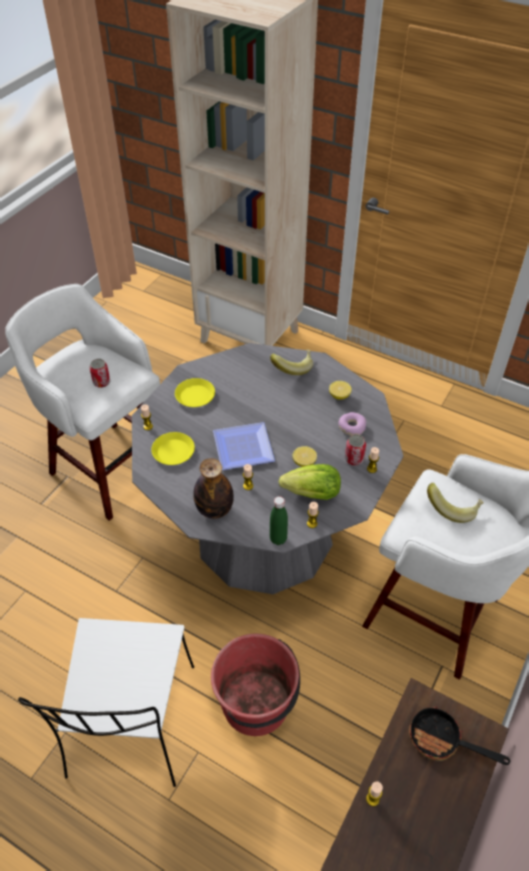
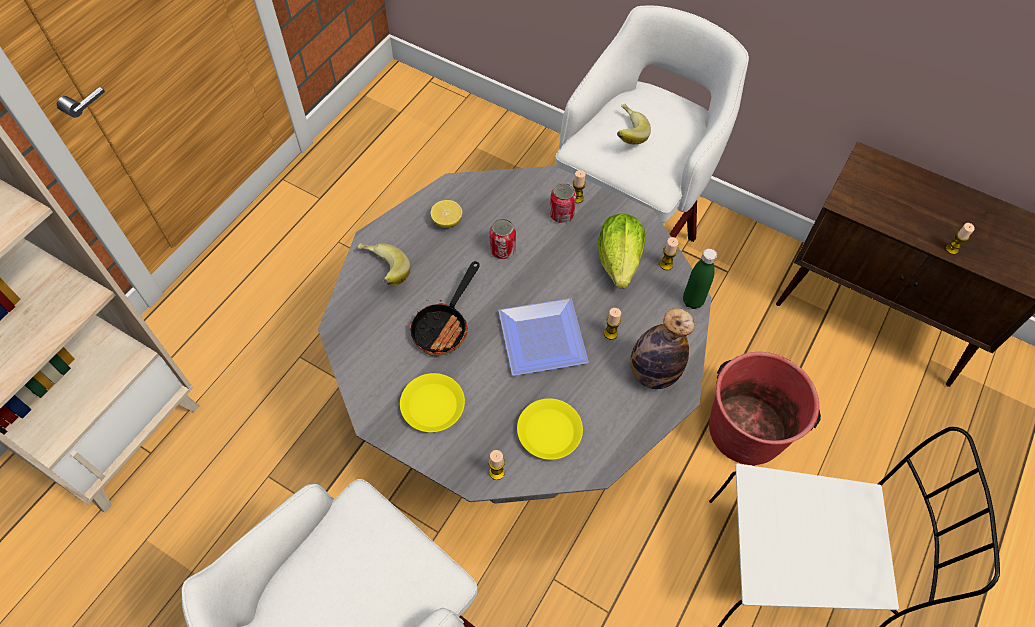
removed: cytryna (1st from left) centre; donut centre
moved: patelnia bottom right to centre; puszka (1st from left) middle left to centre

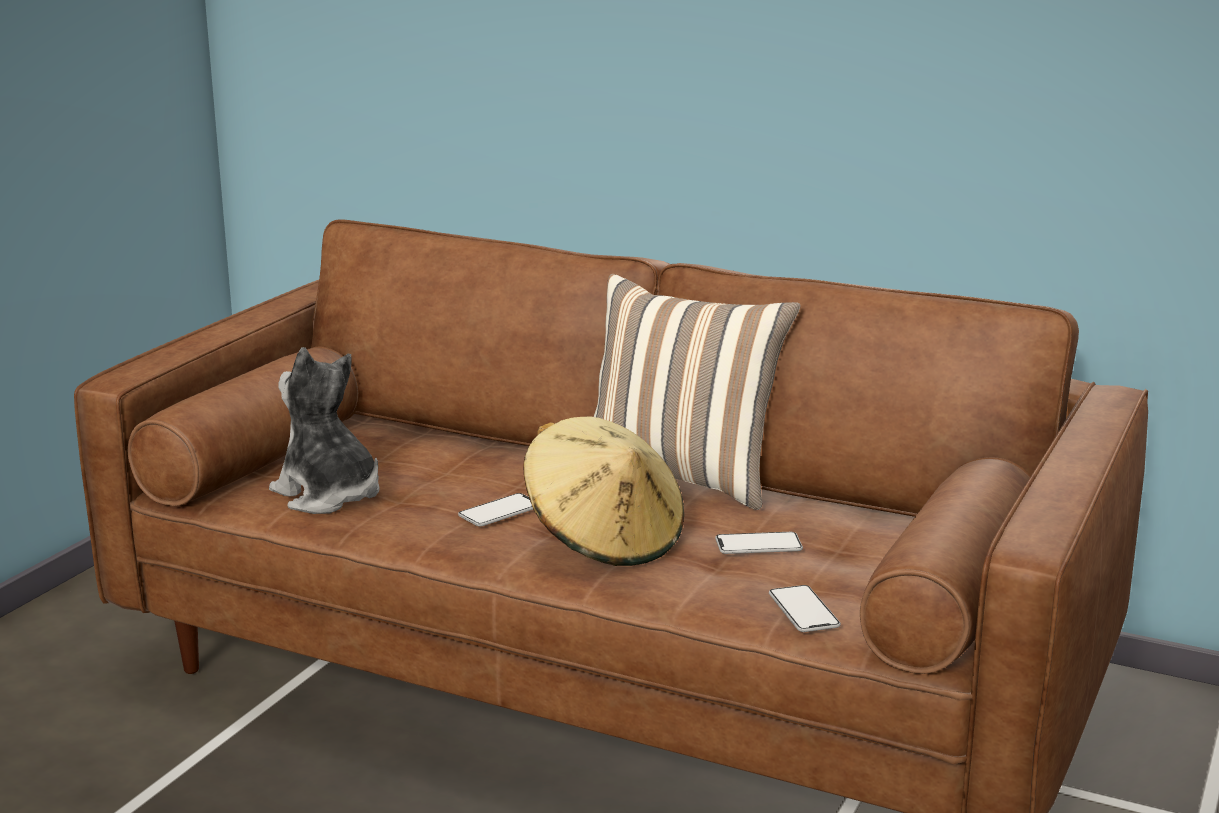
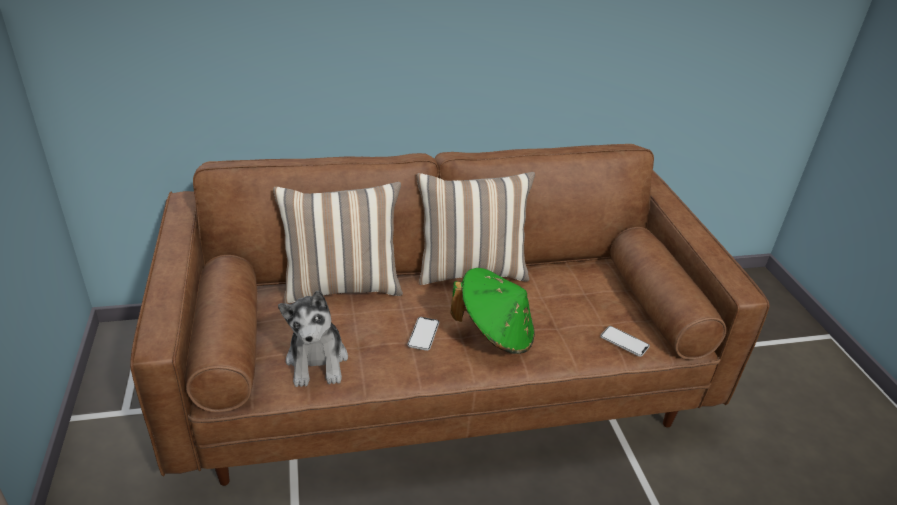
removed: telefon (2nd from left) bottom centre
added: poduszka (1st from left) centre
recoloured: kapelusz [beżowy] centre to kapelusz [zielony] centre
turned: pluszak middle left = bottom centre 105 degrees counterclockwise

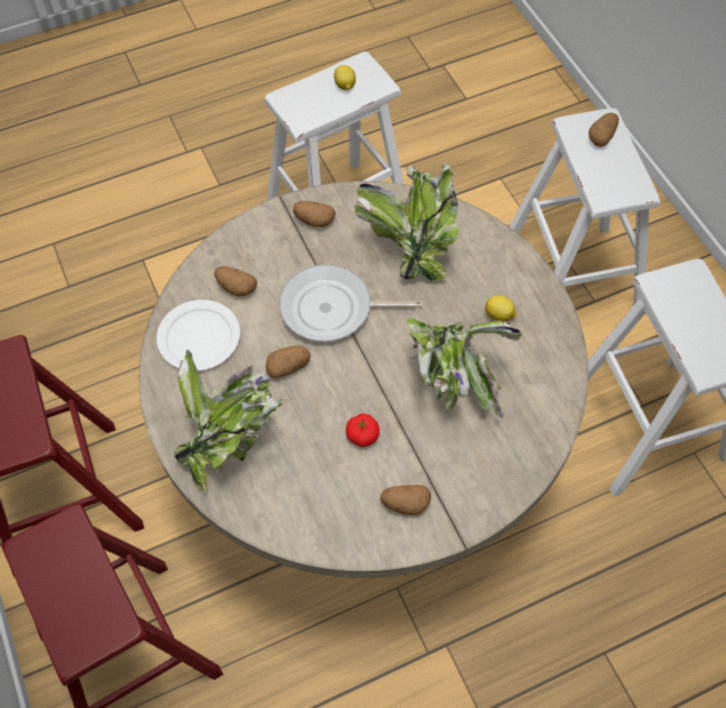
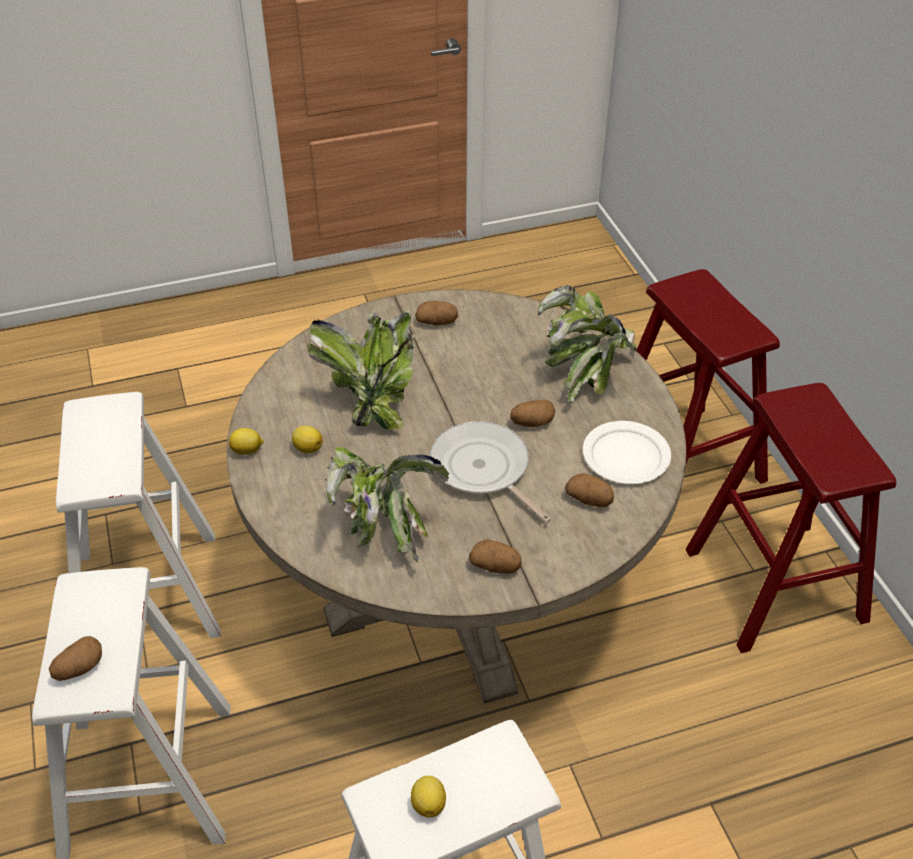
removed: pomidor centre
added: cytryna (1st from left) middle left
turned: patelnia centre = centre 135 degrees counterclockwise

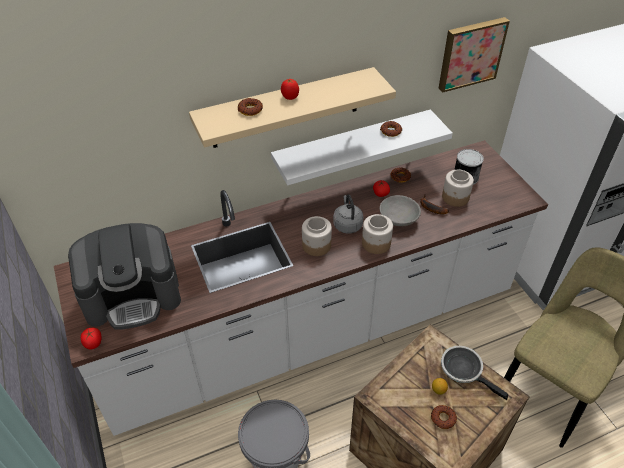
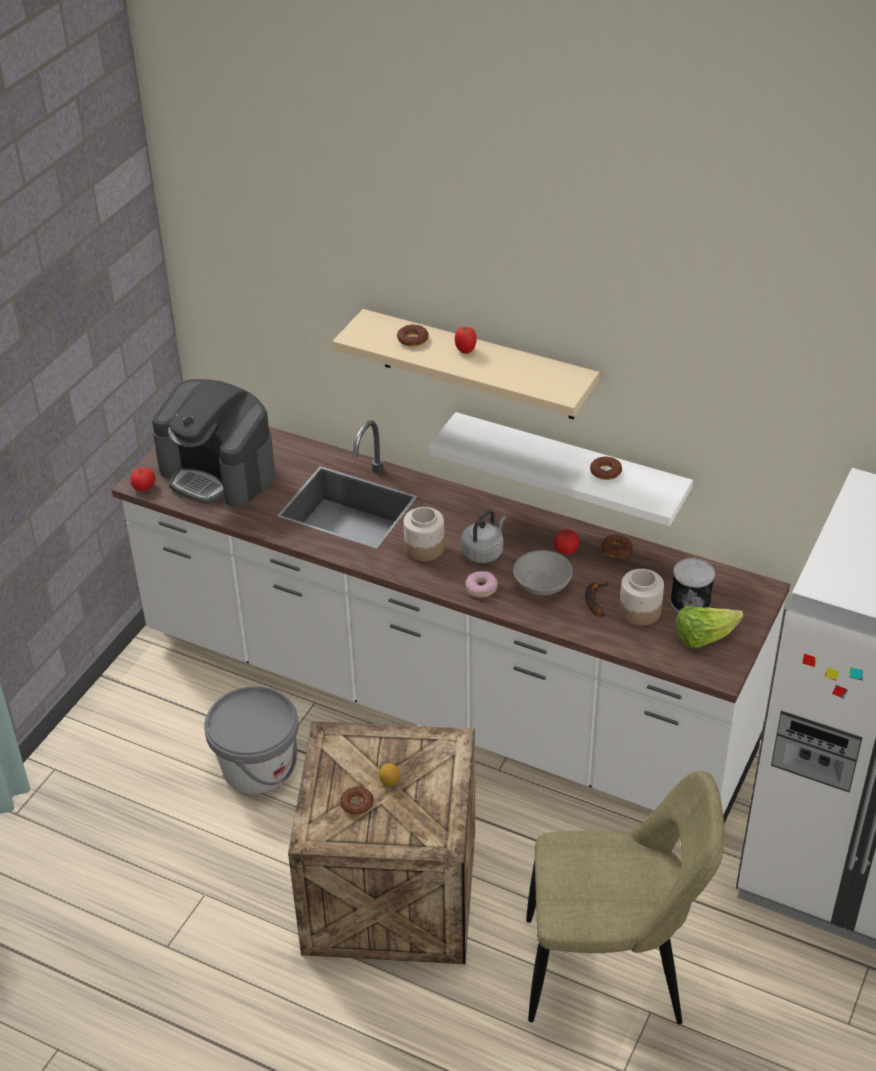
removed: obraz top right; patelnia bottom right
added: sałata middle right
replaced: słoik (2nd from left) centre to donut (3rd from left) centre

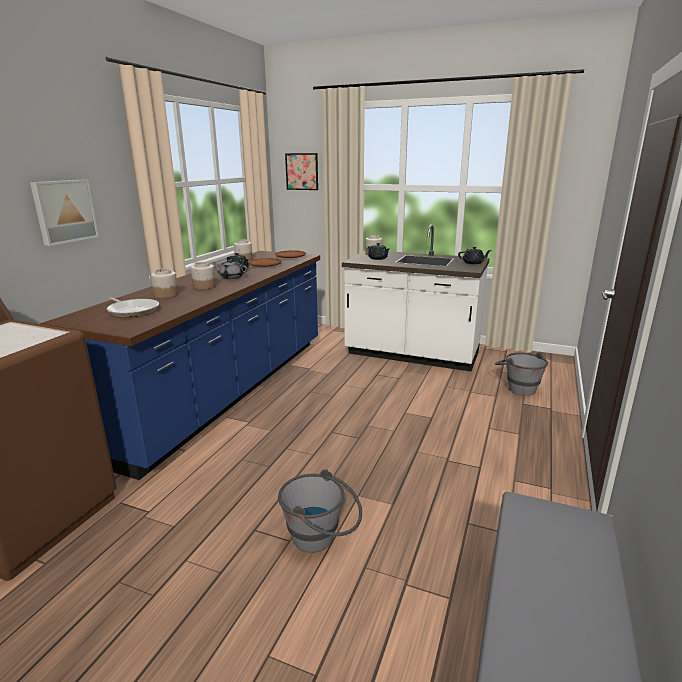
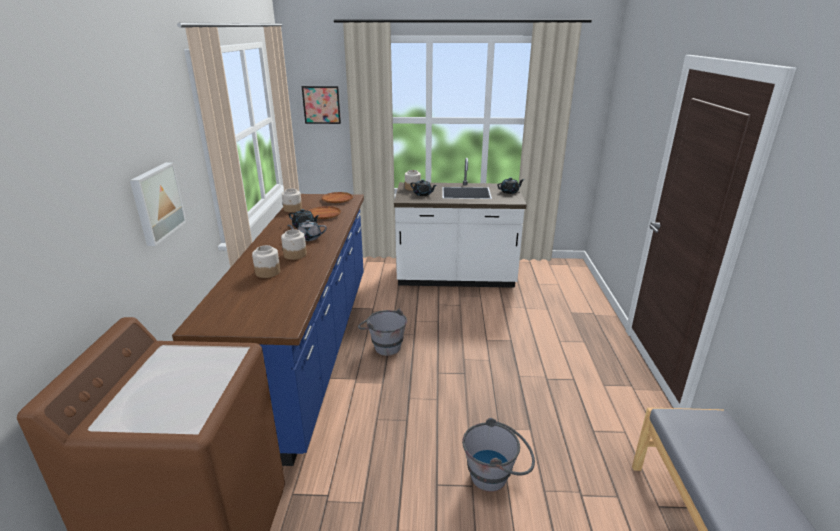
removed: patelnia middle left
moved: wiadro [szary] (2nd from left in the first image) middle right to wiadro [szary] (1st from left) centre

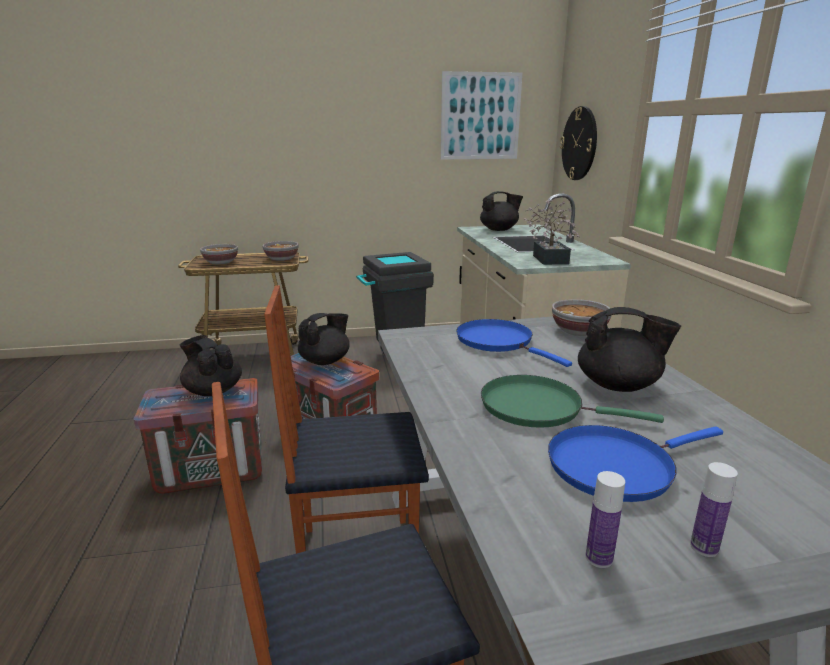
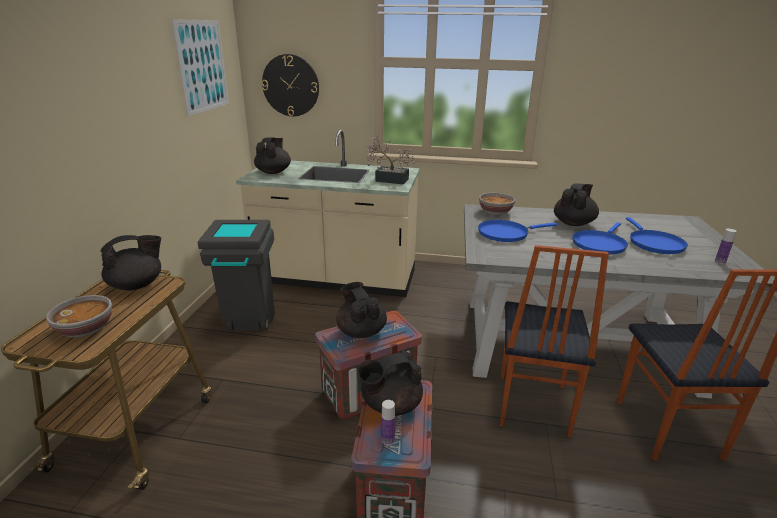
moved: butelka (2nd from left in the first image) bottom right to butelka (1st from left) bottom centre
replaced: miska (2nd from left) centre to imbryk [czarny] (1st from left) middle left
recoloured: patelnia [zielony] middle right to patelnia [niebieski] (2nd from left) middle right

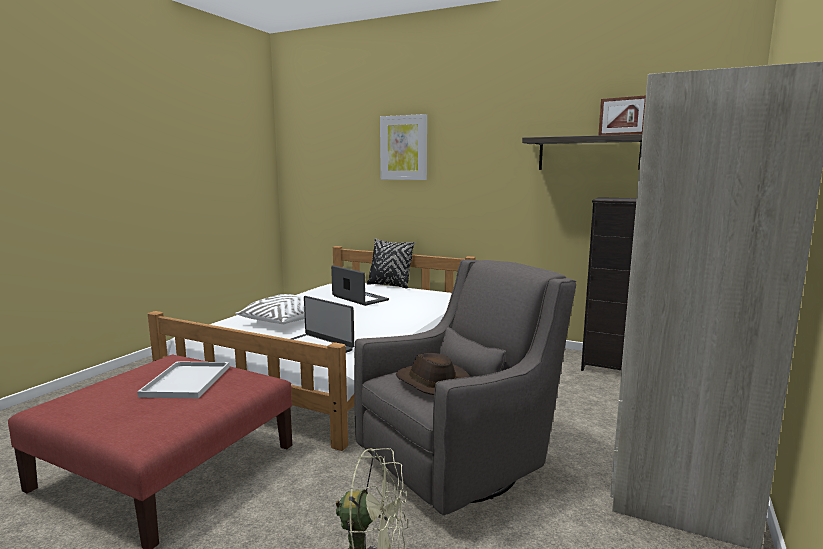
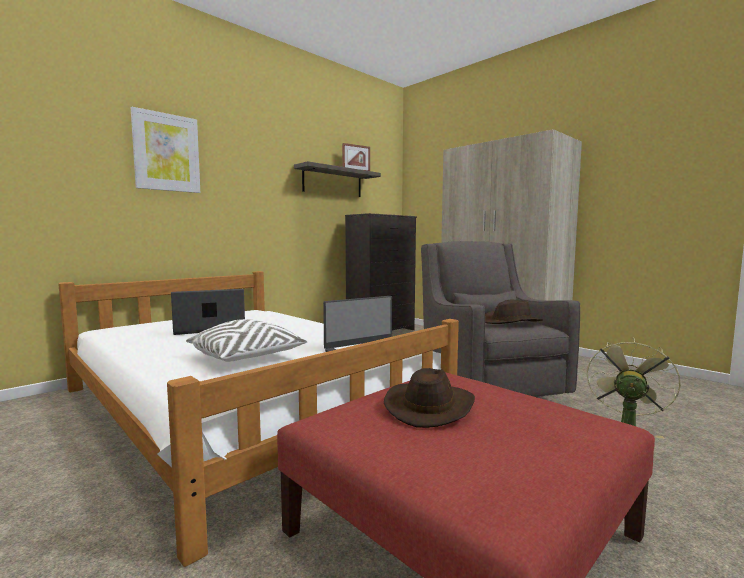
removed: poduszka [czarny] centre
replaced: taca [biały] bottom left to kapelusz [brązowy] (1st from left) bottom centre

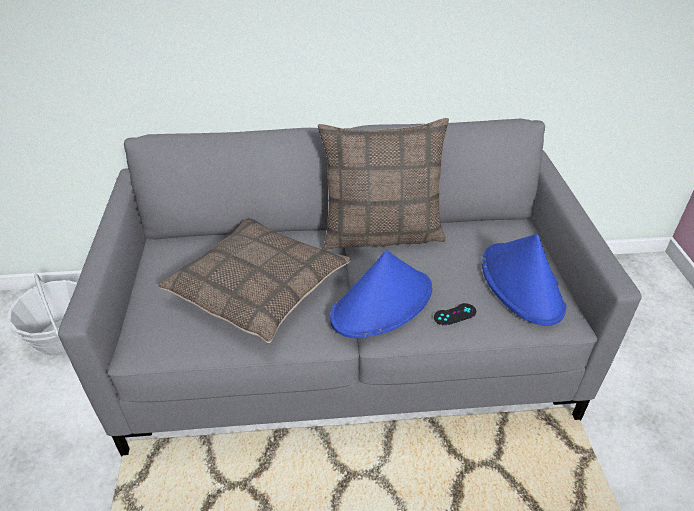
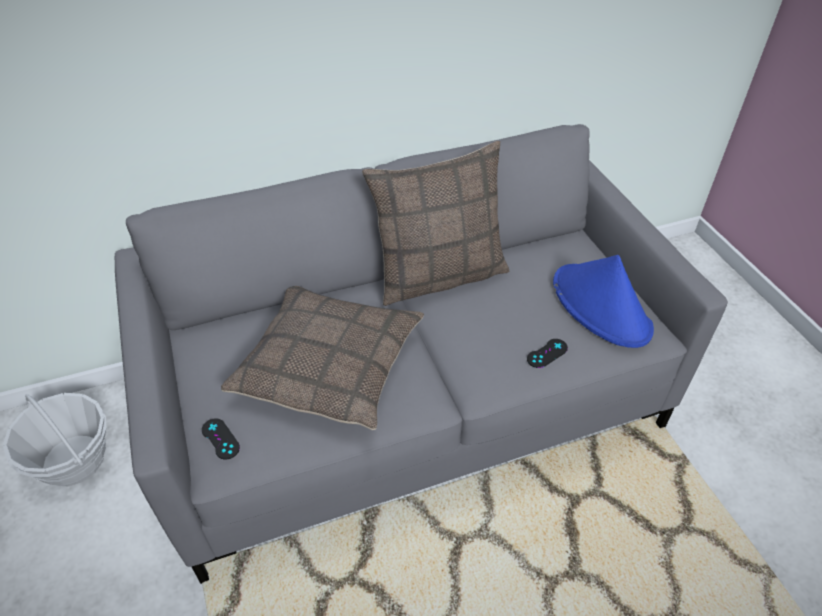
removed: kapelusz [niebieski] (1st from left) centre
added: pad do gier [czarny] (1st from left) bottom left

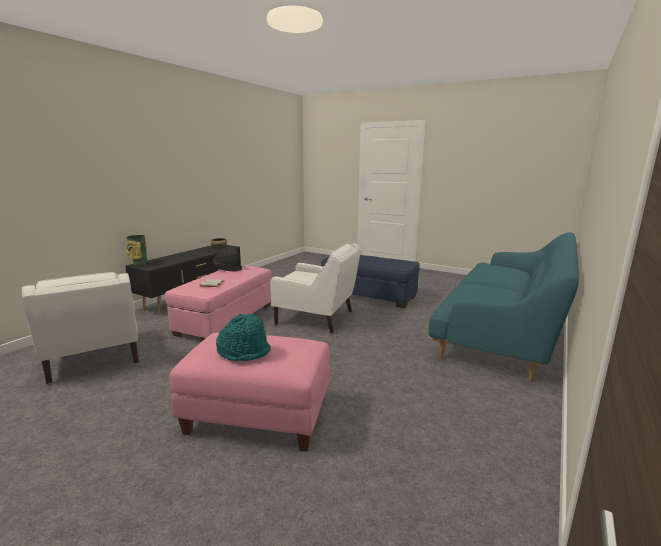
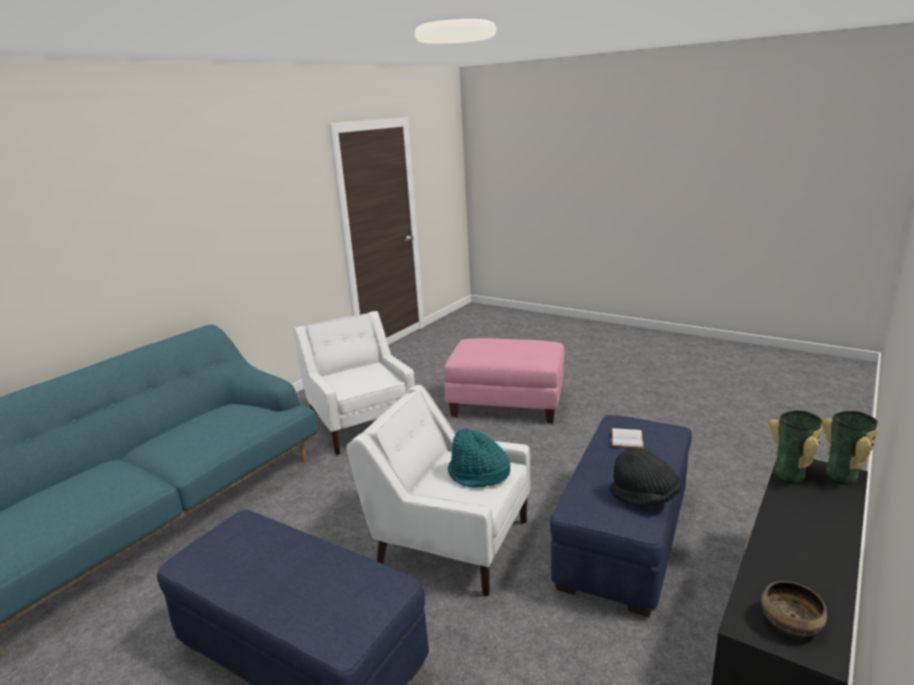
added: wazon (1st from left) middle right
moved: fotel [biały] (1st from left) middle left to centre; kapelusz [turkusowy] centre to bottom centre
recoloured: pufa [różowy] (1st from left) middle left to pufa [niebieski] (2nd from left) bottom right

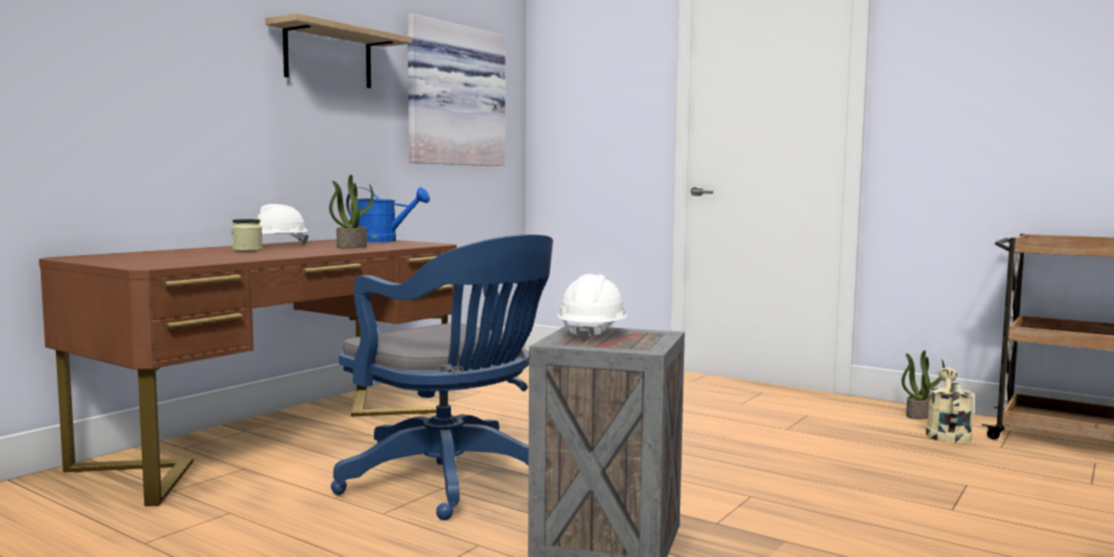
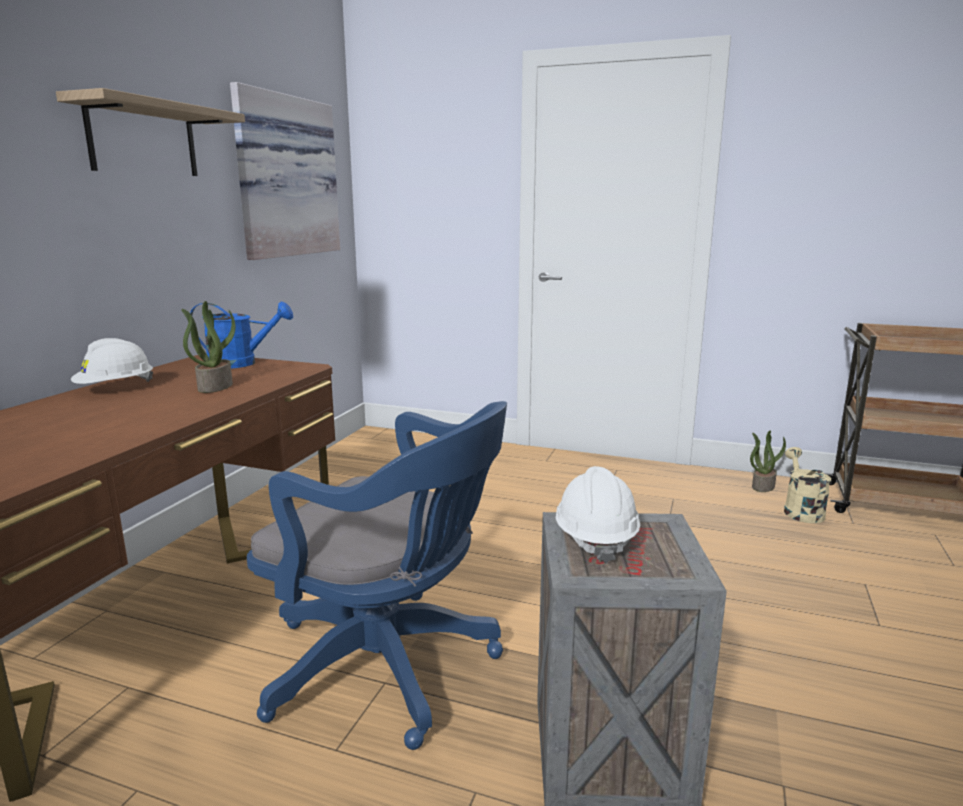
removed: słoik middle left

